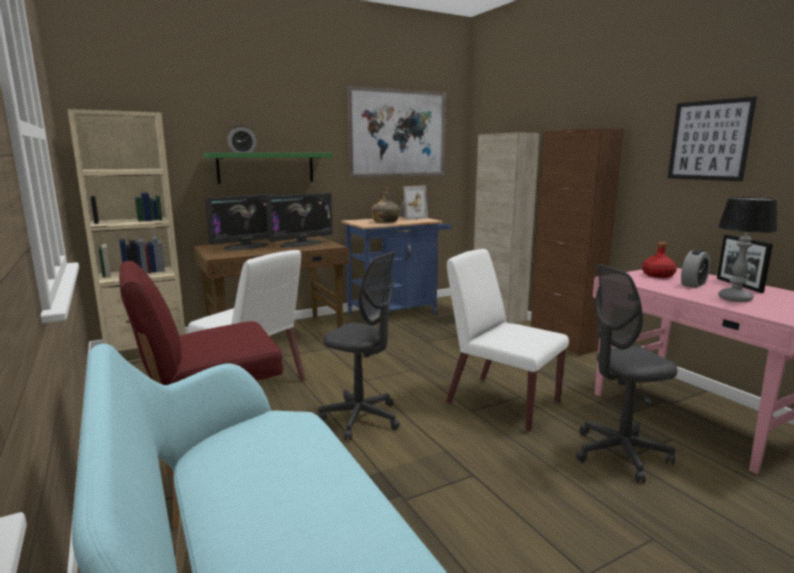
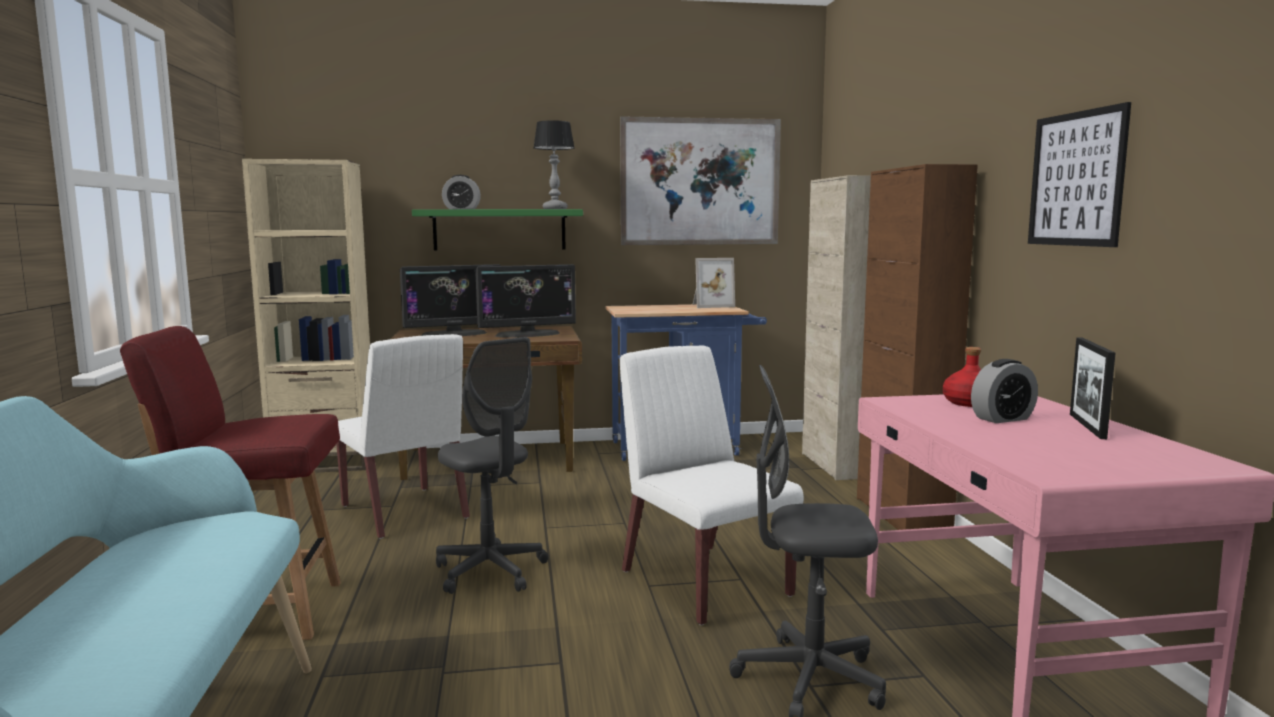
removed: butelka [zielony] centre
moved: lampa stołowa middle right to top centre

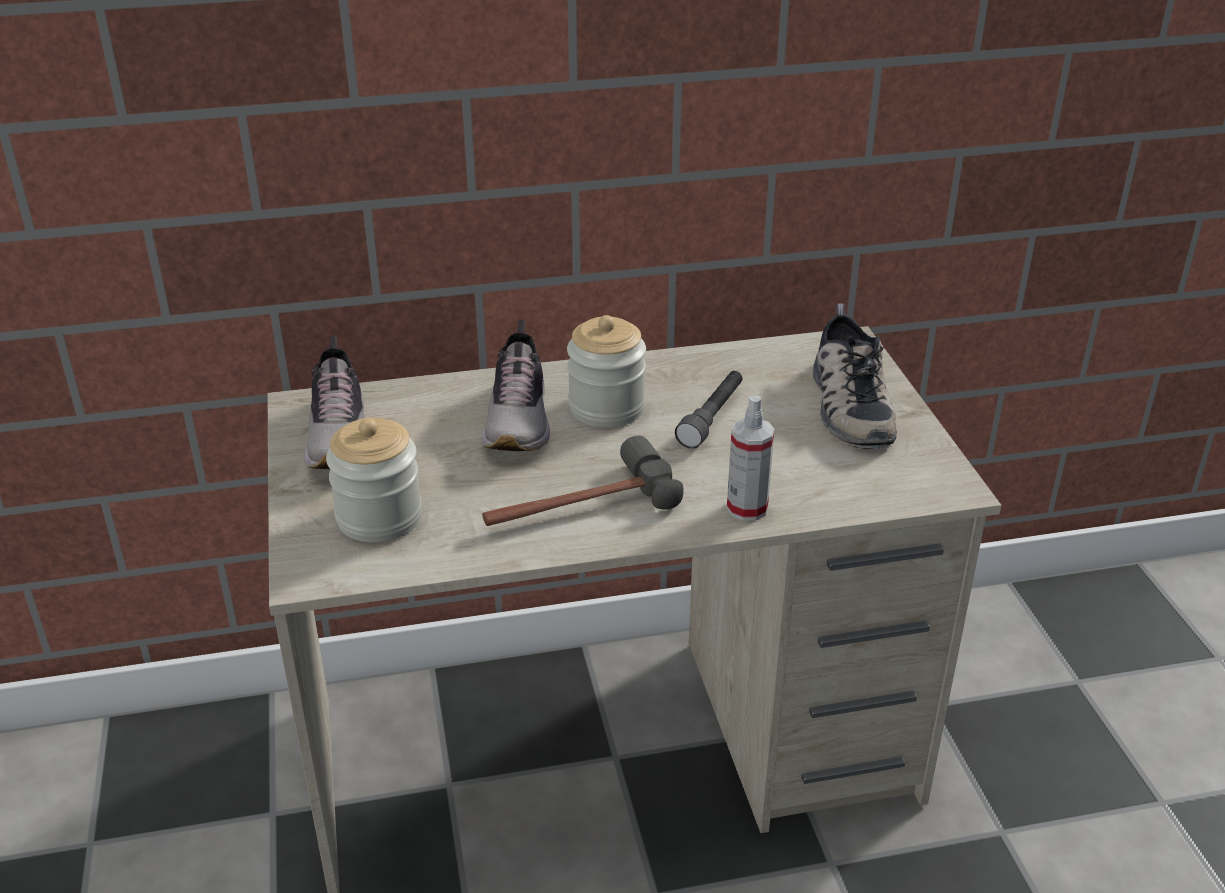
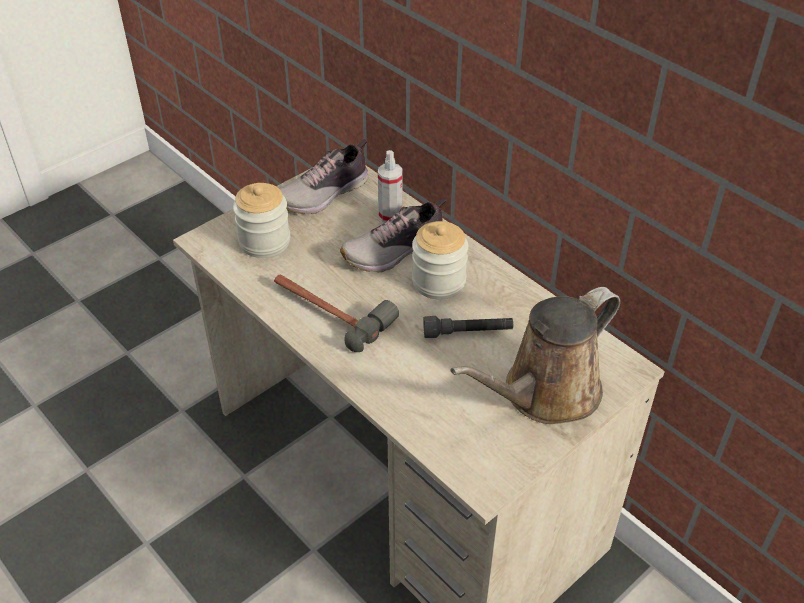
moved: spryskiwacz centre to top centre
replaced: but (3rd from left) middle right to konewka [brązowy] centre

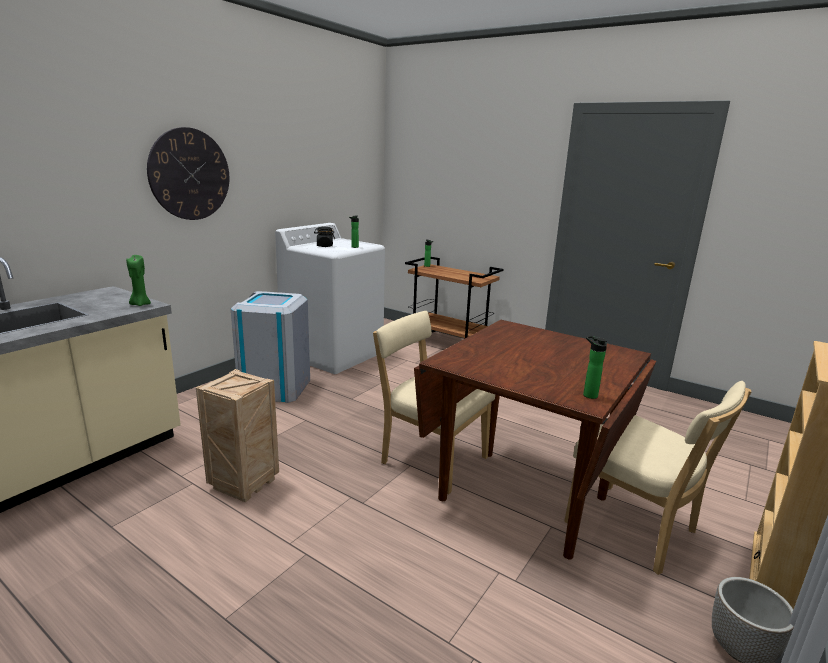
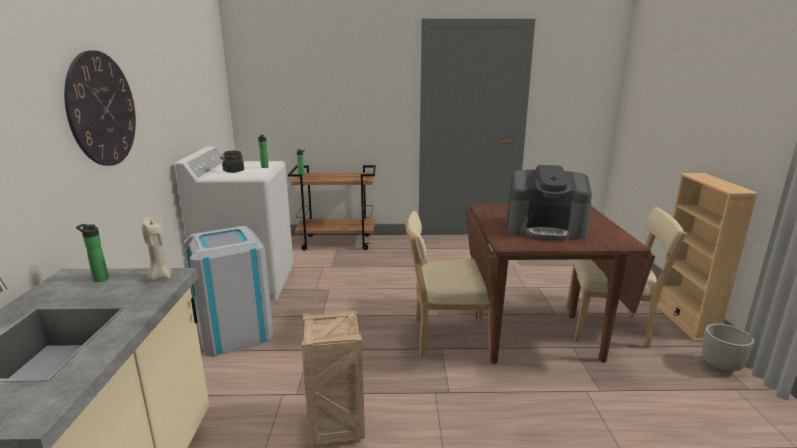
added: ekspres do kawy middle right
moved: butelka (3rd from left in the first image) middle right to butelka (1st from left) middle left
recoloured: świeca [zielony] middle left to świeca [beżowy] middle left

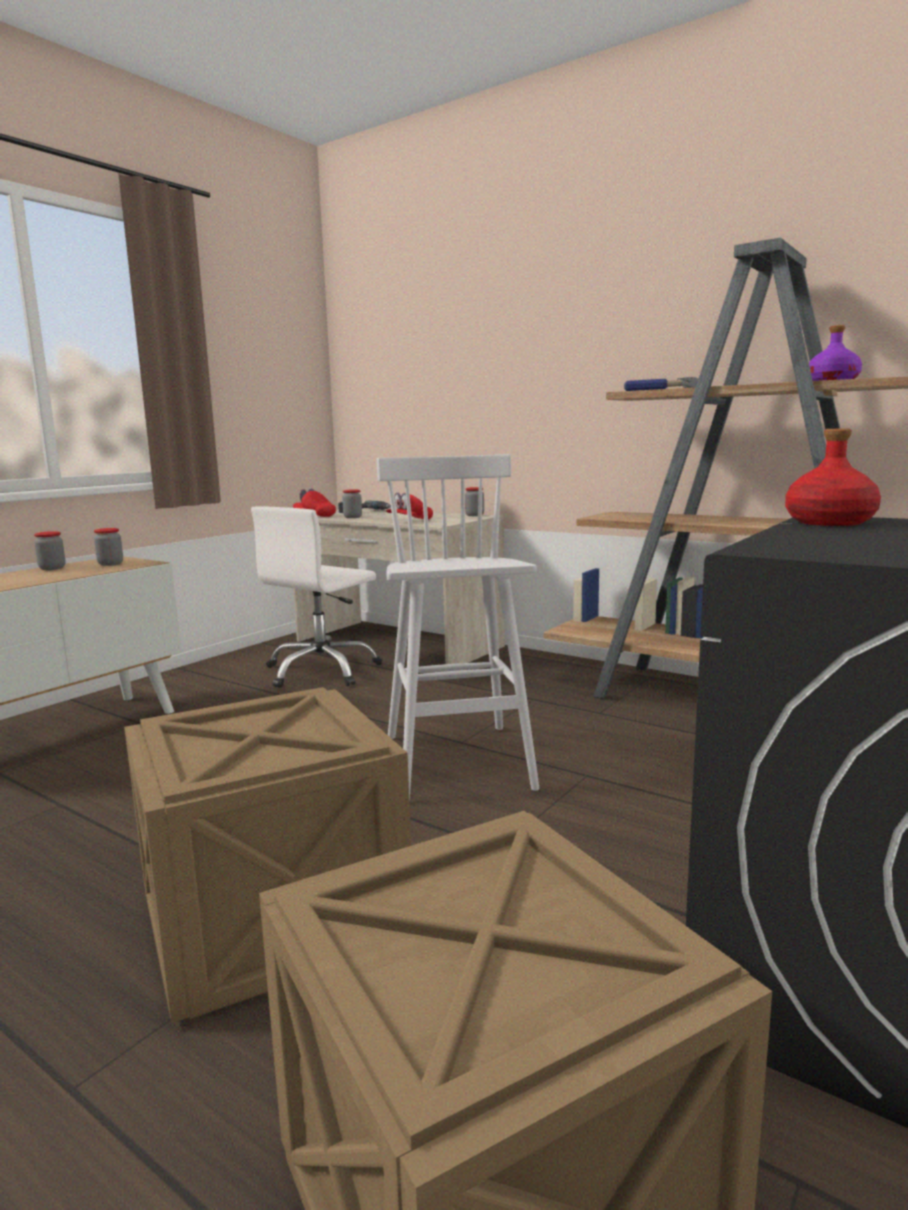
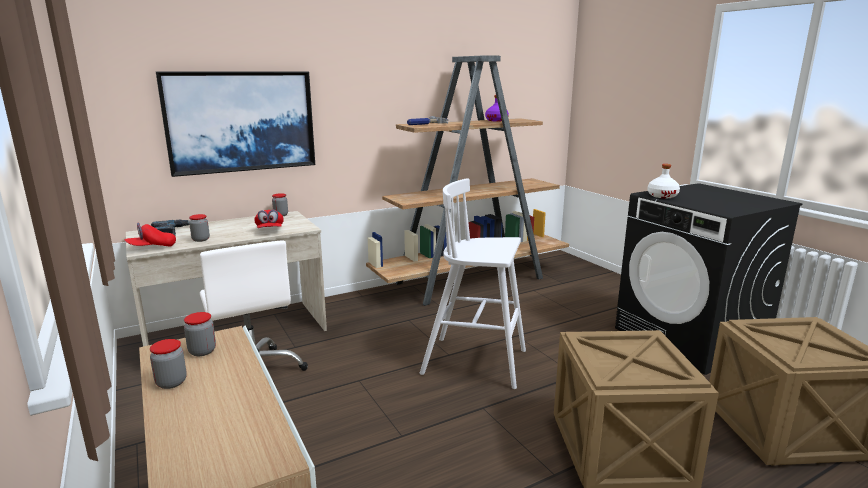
added: obraz top left
recoloured: butelka [czerwony] middle right to butelka [biały] middle right

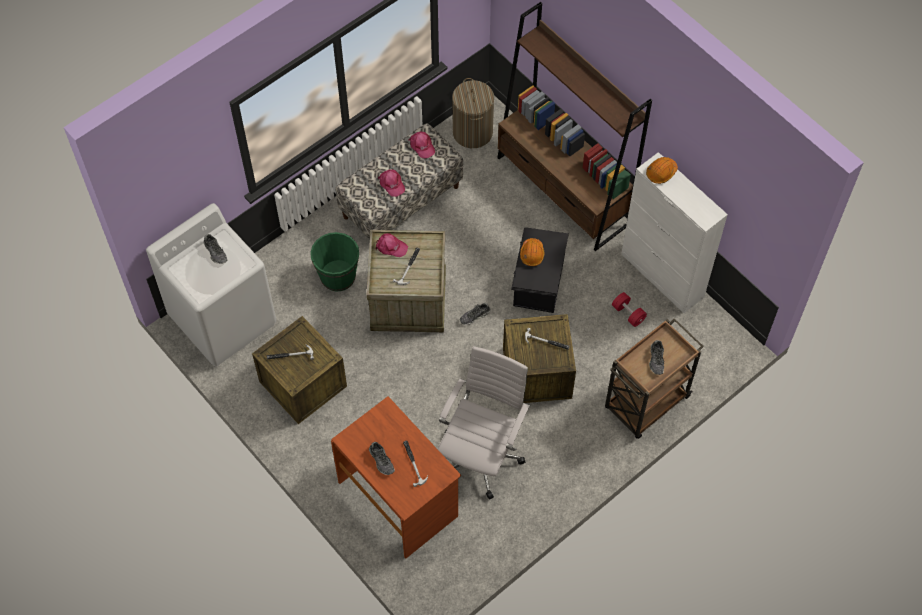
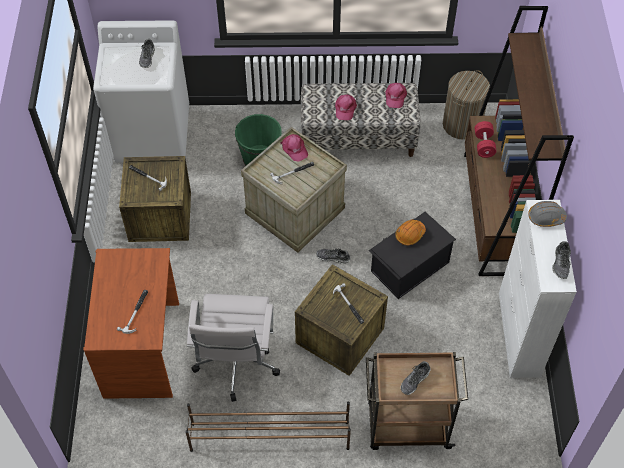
added: regał na buty [brązowy] bottom centre
moved: hantel [czerwony] middle right to top right; but (2nd from left in the first image) bottom centre to but (4th from left) middle right
recoloured: kask [pomarańczowy] (2nd from left) top right to kask [szary] middle right
turned: krzesło biurowe [biały] bottom centre = bottom centre 120 degrees clockwise

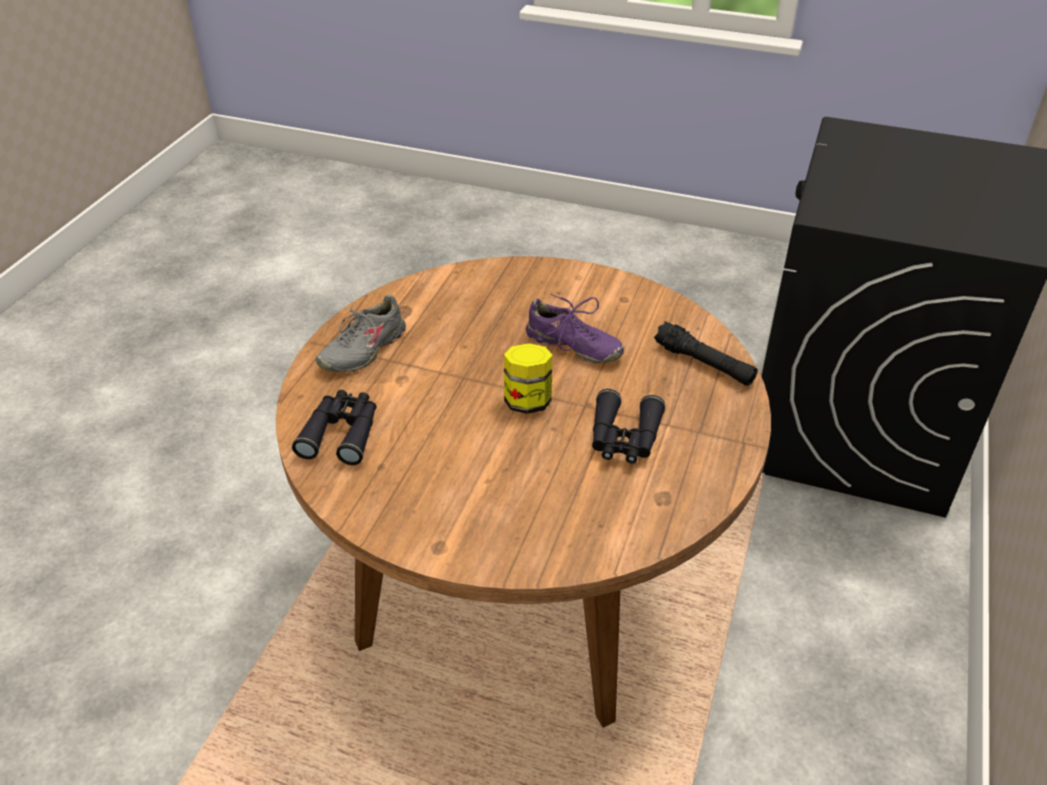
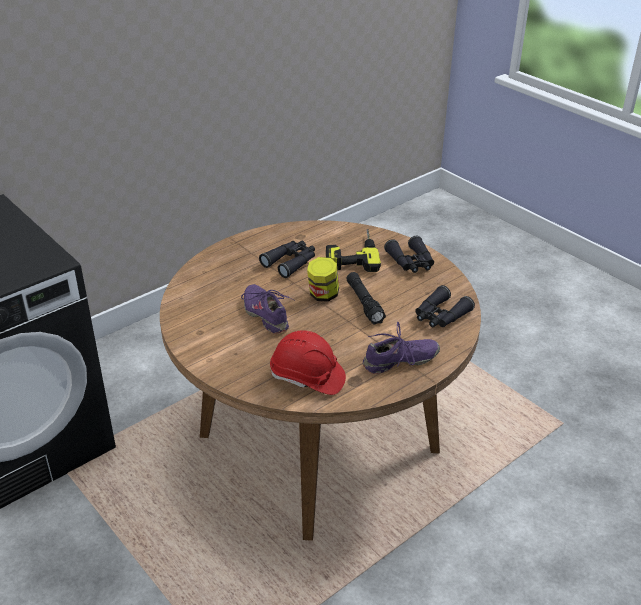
added: kask [czerwony] centre; wiertarka centre; lornetka [czarny] (2nd from left) centre
moved: latarka [czarny] middle right to centre
recoloured: but [szary] centre to but [fioletowy] (2nd from left) centre

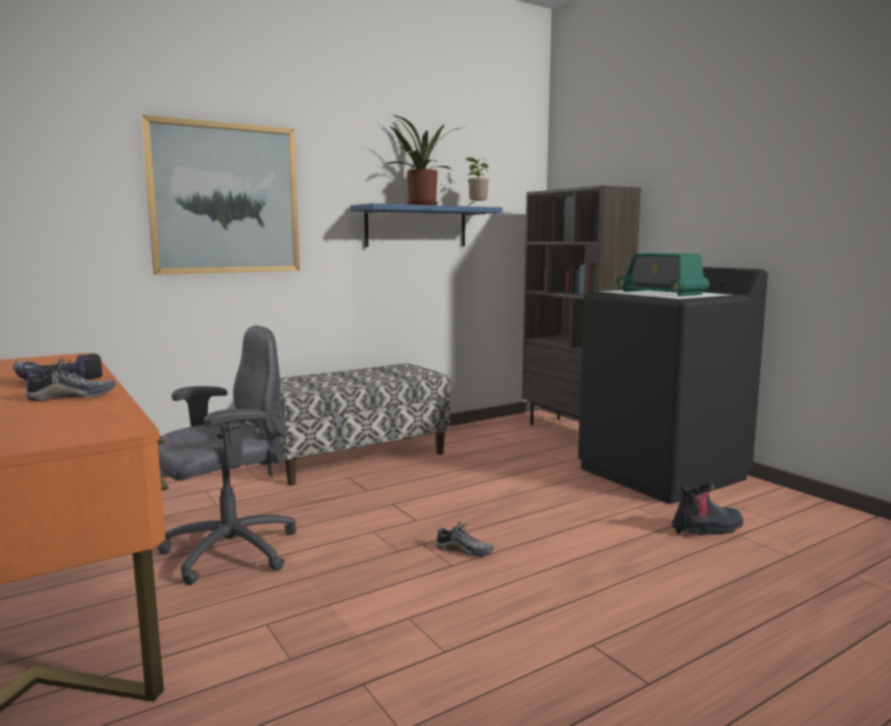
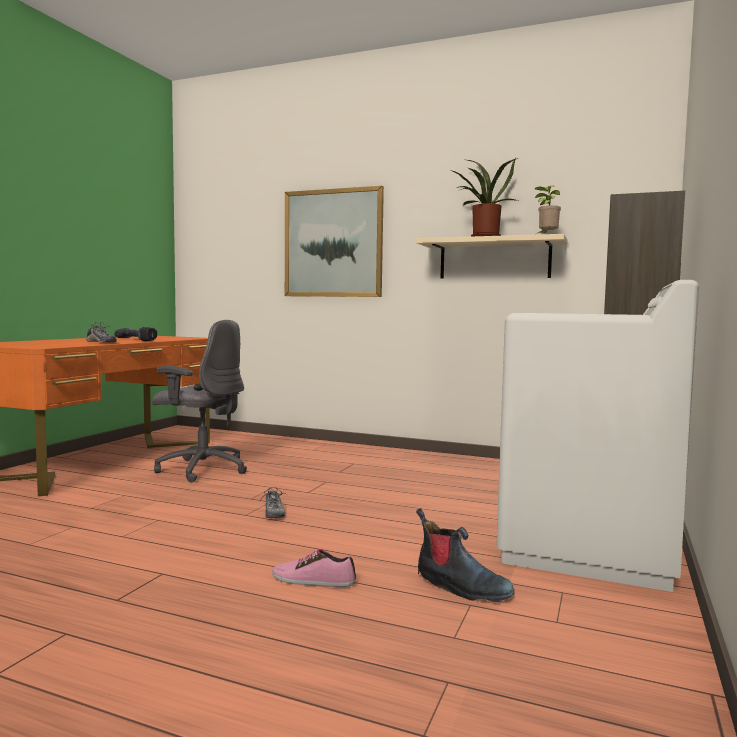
removed: ławka centre; radio middle right
added: but (3rd from left) bottom centre
recoloured: półka [niebieski] top centre to półka [beżowy] middle right; pralka [czarny] middle right to pralka [biały] middle right

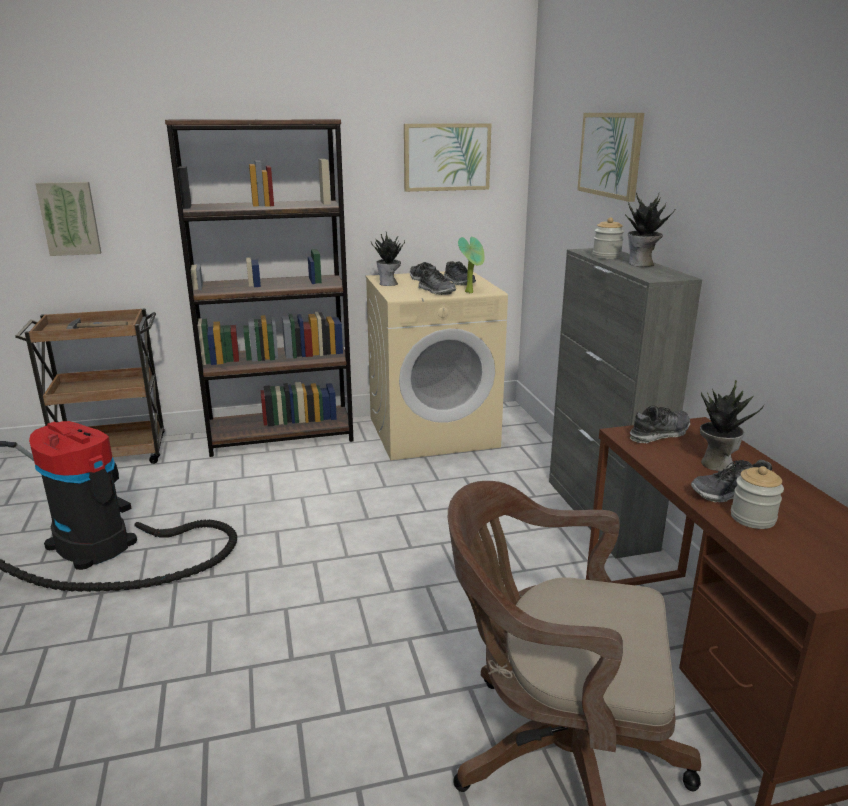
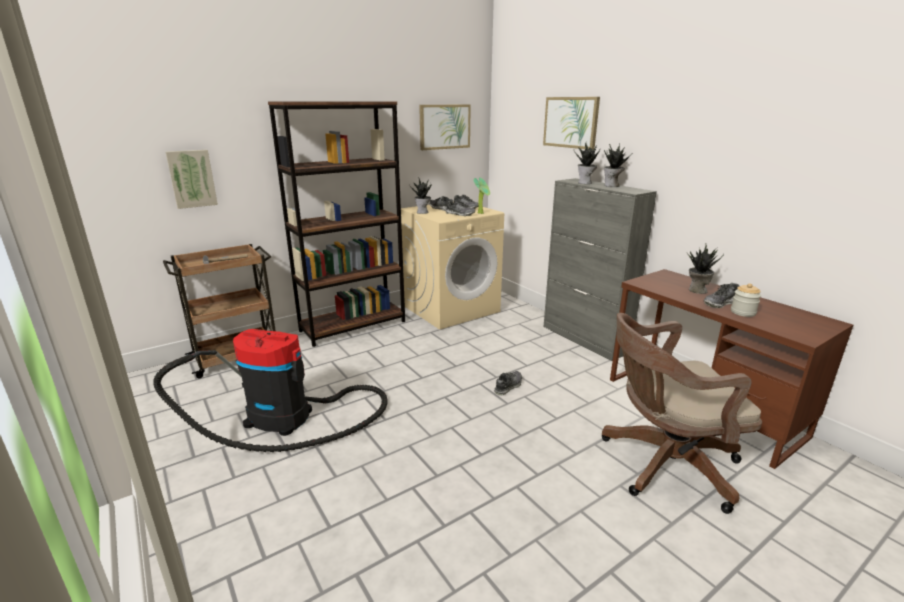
moved: but (4th from left) middle right to centre
replaced: słoik (1st from left) top right to roślina doniczkowa (3rd from left) top centre

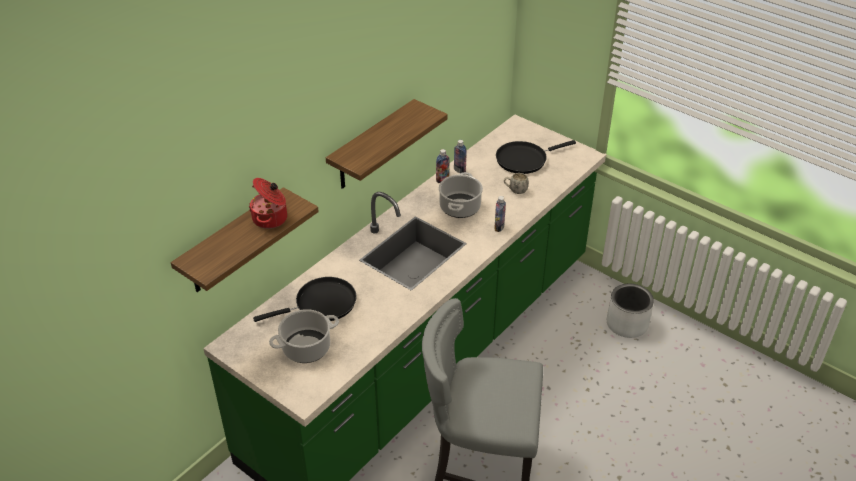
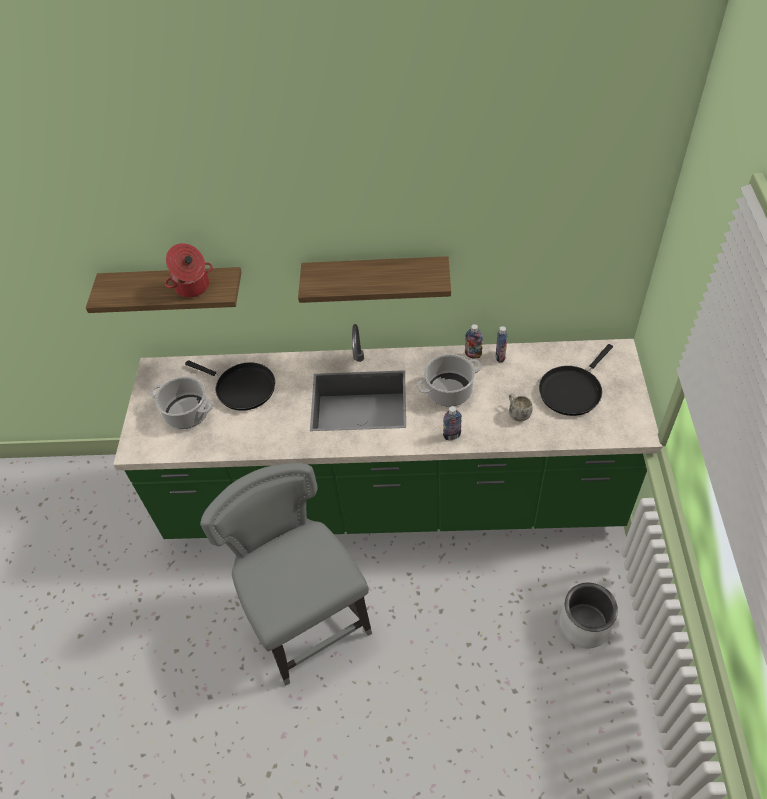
turned: patelnia [czarny] (2nd from left) top centre = middle right 75 degrees counterclockwise

